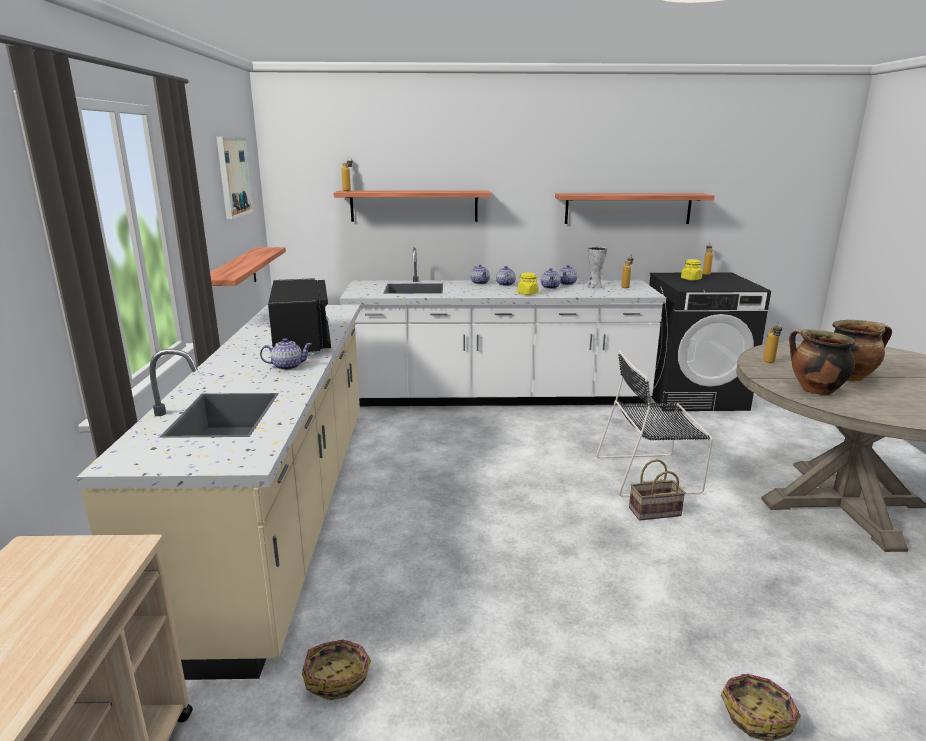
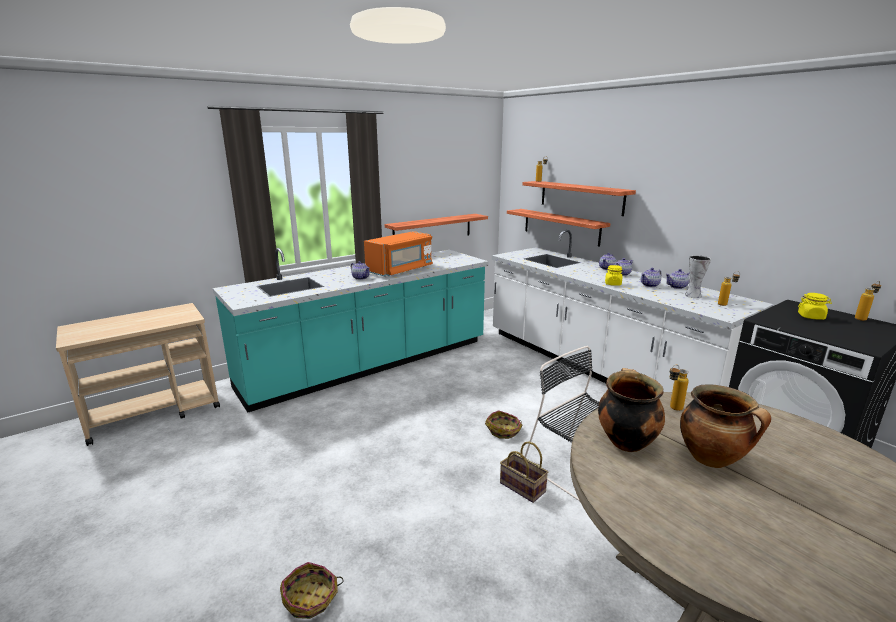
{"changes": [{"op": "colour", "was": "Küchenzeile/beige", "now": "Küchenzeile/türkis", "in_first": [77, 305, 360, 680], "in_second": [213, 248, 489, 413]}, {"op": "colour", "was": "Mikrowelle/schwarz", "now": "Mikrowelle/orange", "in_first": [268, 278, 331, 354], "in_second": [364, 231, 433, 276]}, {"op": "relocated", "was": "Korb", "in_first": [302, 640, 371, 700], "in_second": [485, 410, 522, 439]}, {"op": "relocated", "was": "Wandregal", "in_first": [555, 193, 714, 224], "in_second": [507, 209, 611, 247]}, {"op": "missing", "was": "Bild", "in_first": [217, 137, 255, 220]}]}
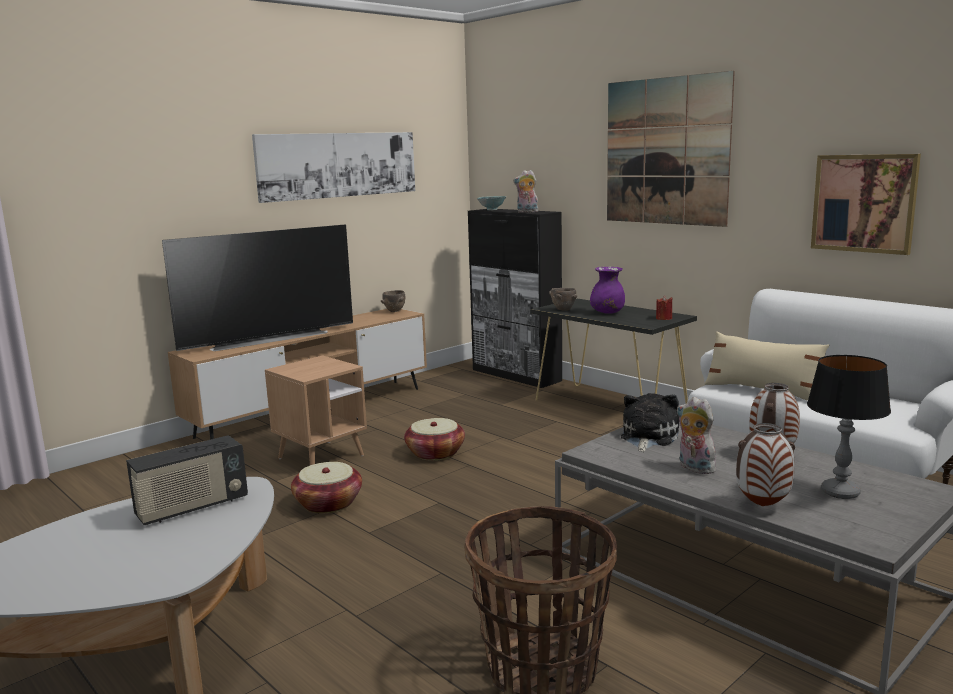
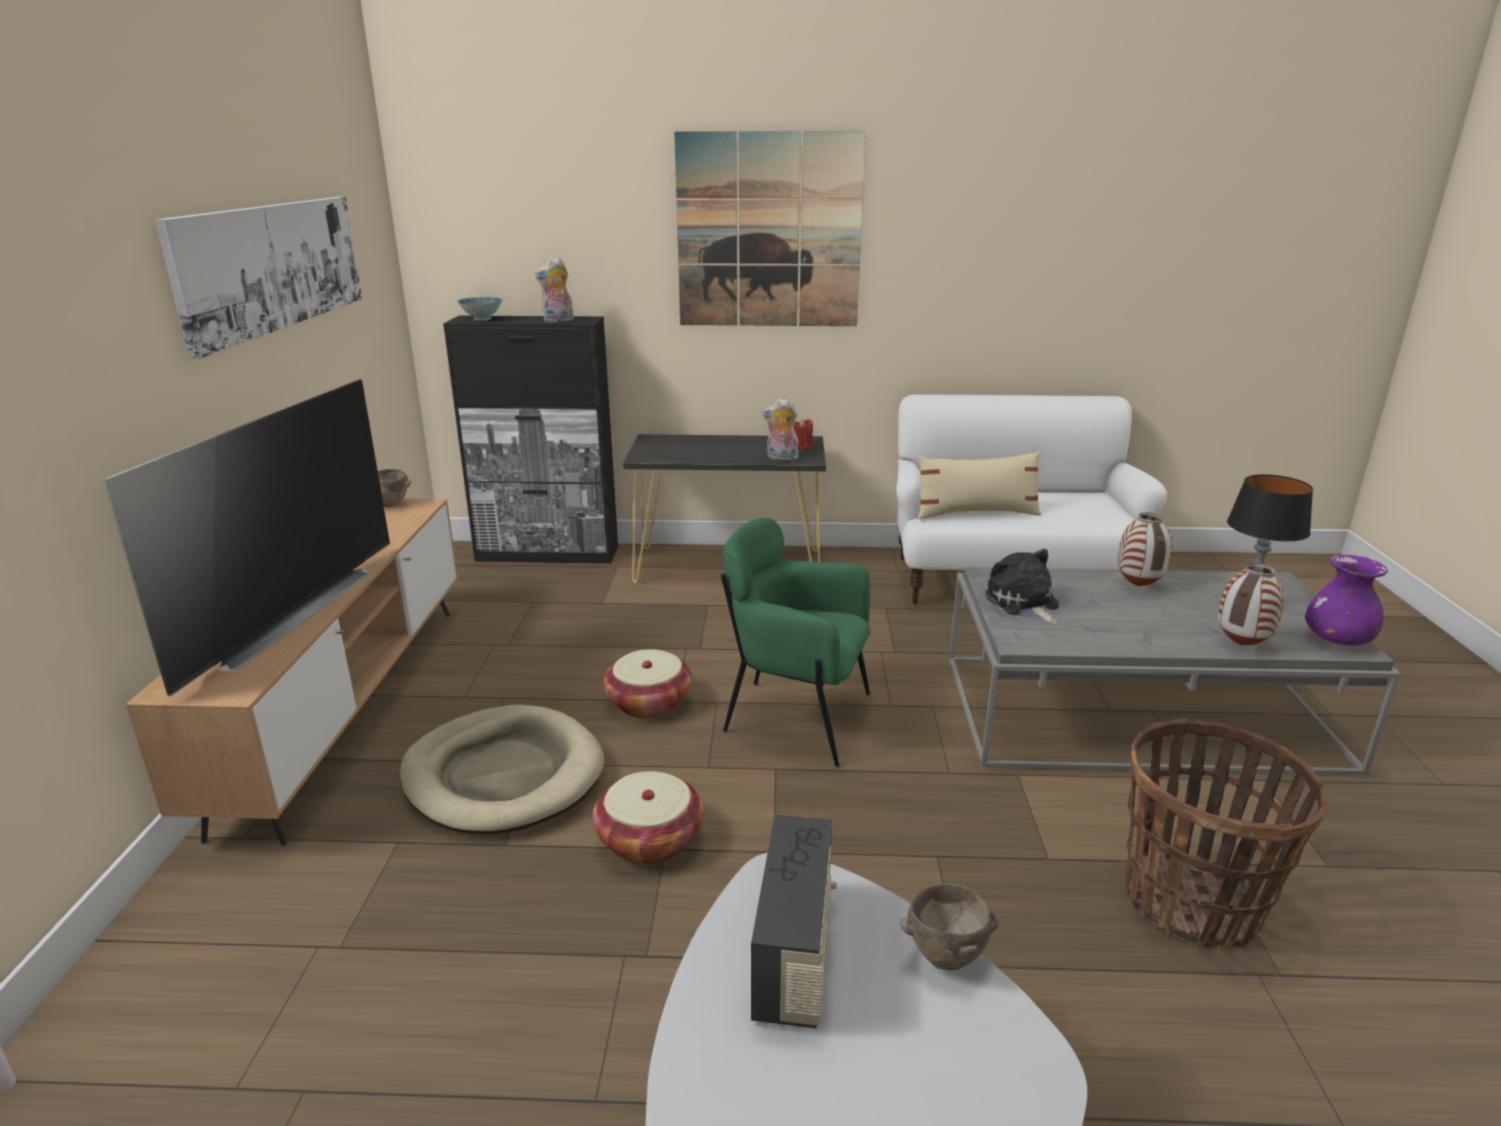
{"changes": [{"op": "exchanged", "was": "Beistelltisch/braun", "now": "Hundebett/beige", "in_first": [265, 355, 367, 465], "in_second": [400, 704, 604, 834]}, {"op": "appeared", "now": "Sessel/grün", "in_second": [721, 518, 871, 767]}, {"op": "relocated", "was": "Plüschtier", "in_first": [677, 397, 719, 474], "in_second": [762, 399, 798, 460]}, {"op": "relocated", "was": "Schüssel/braun", "in_first": [549, 288, 577, 311], "in_second": [900, 883, 999, 970]}, {"op": "relocated", "was": "Vase/lila", "in_first": [590, 267, 625, 314], "in_second": [1305, 555, 1388, 646]}, {"op": "missing", "was": "Bild", "in_first": [811, 154, 921, 255]}]}
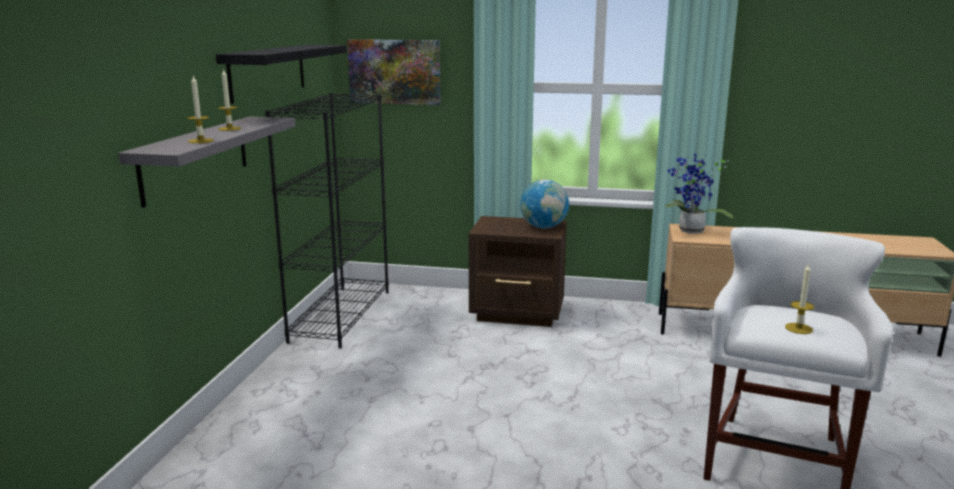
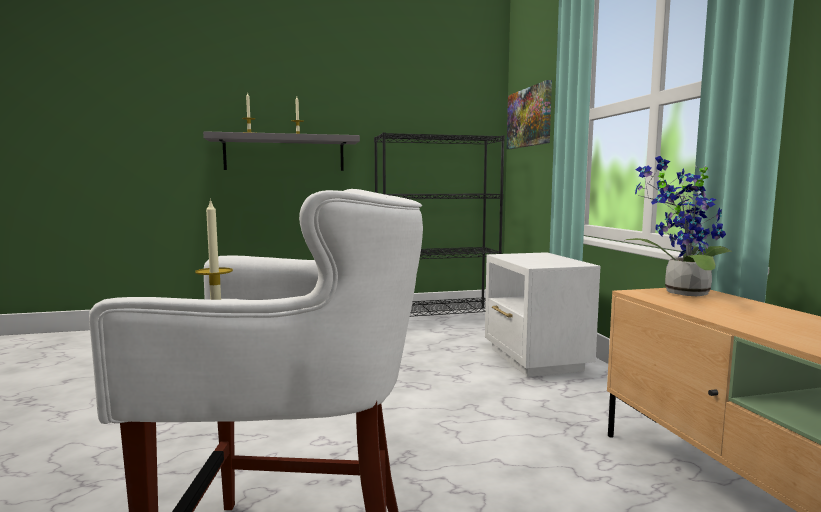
{"changes": [{"op": "colour", "was": "Nachttisch/braun", "now": "Nachttisch/weiß", "in_first": [469, 216, 567, 327], "in_second": [485, 252, 600, 377]}, {"op": "missing", "was": "Wandregal/schwarz", "in_first": [216, 45, 347, 104]}, {"op": "missing", "was": "Globus", "in_first": [520, 180, 569, 228]}]}
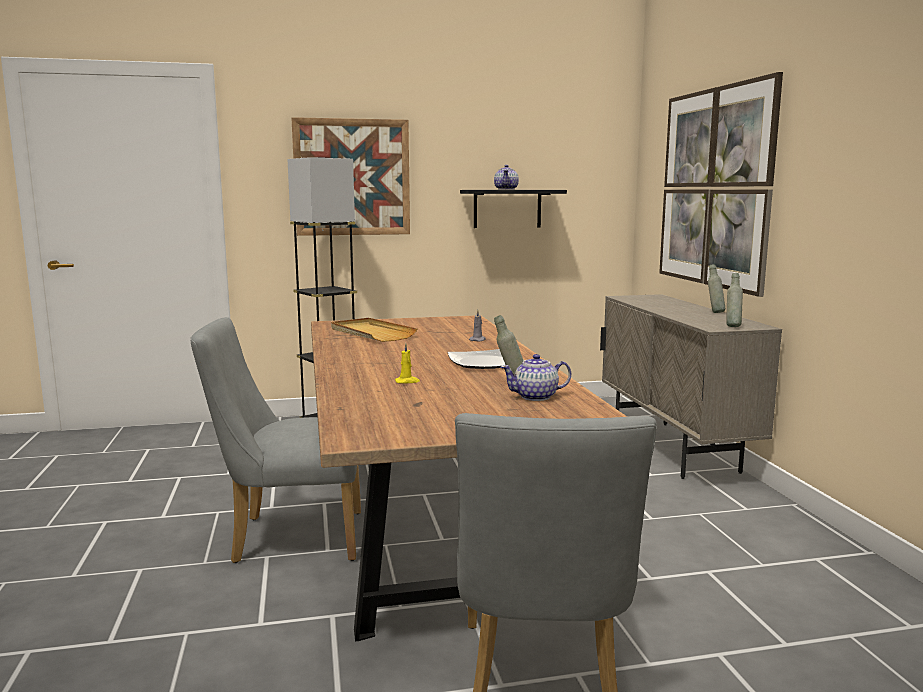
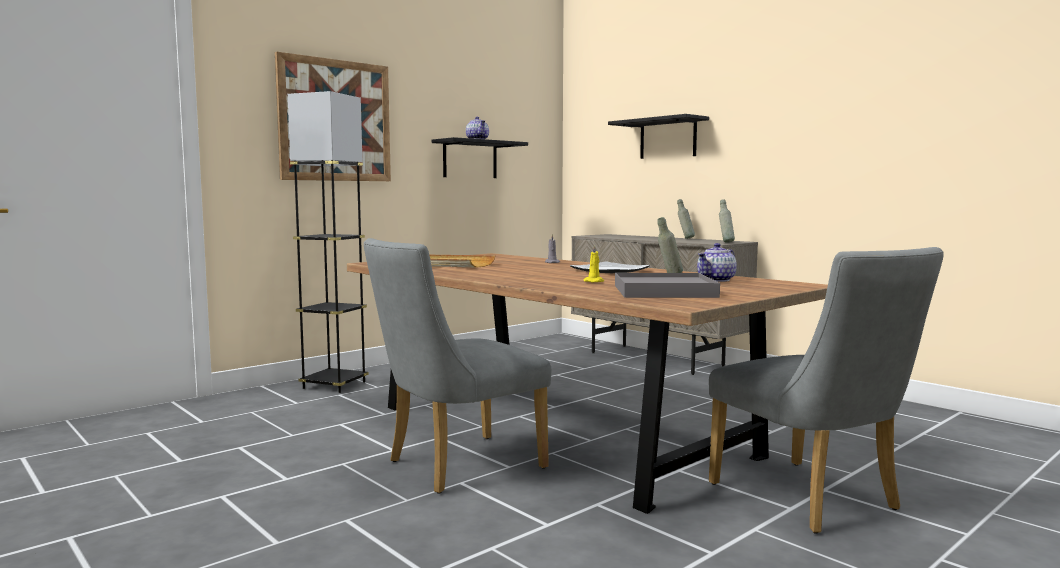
{"changes": [{"op": "exchanged", "was": "Bild", "now": "Wandregal/schwarz", "in_first": [659, 72, 783, 297], "in_second": [608, 114, 709, 159]}, {"op": "appeared", "now": "Tablett/grau", "in_second": [615, 273, 720, 298]}]}
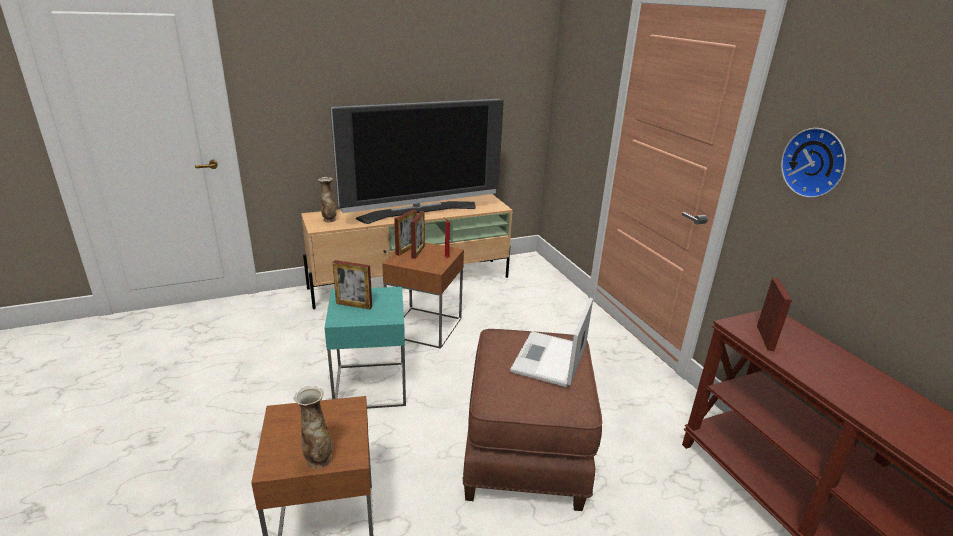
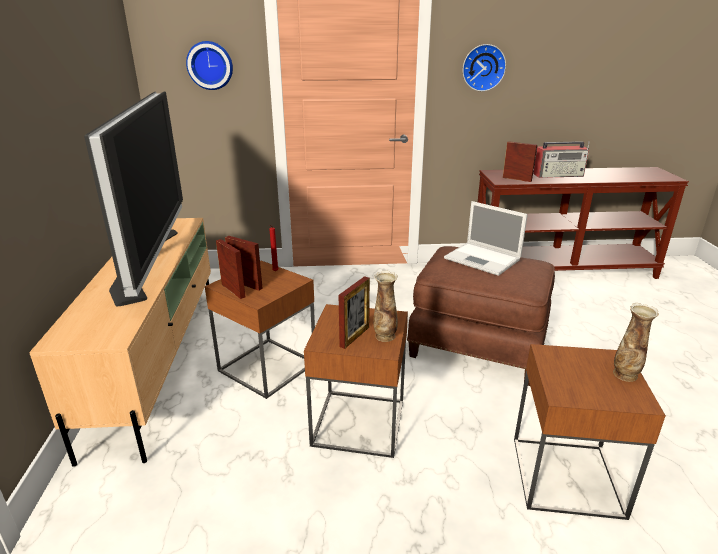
{"changes": [{"op": "appeared", "now": "Wanduhr", "in_second": [186, 41, 233, 90]}, {"op": "colour", "was": "Beistelltisch/türkis", "now": "Beistelltisch/braun", "in_first": [325, 287, 406, 409], "in_second": [304, 304, 408, 458]}, {"op": "relocated", "was": "Vase", "in_first": [318, 177, 337, 222], "in_second": [373, 270, 398, 342]}, {"op": "appeared", "now": "Radio", "in_second": [533, 141, 590, 178]}]}
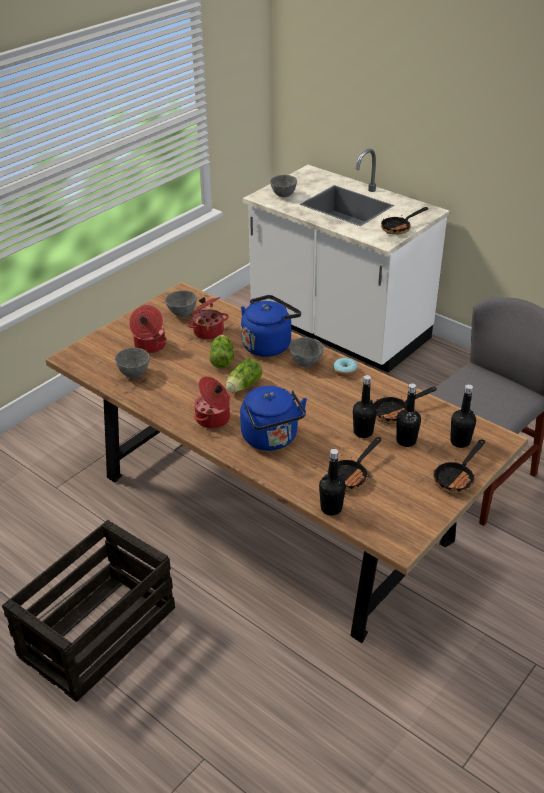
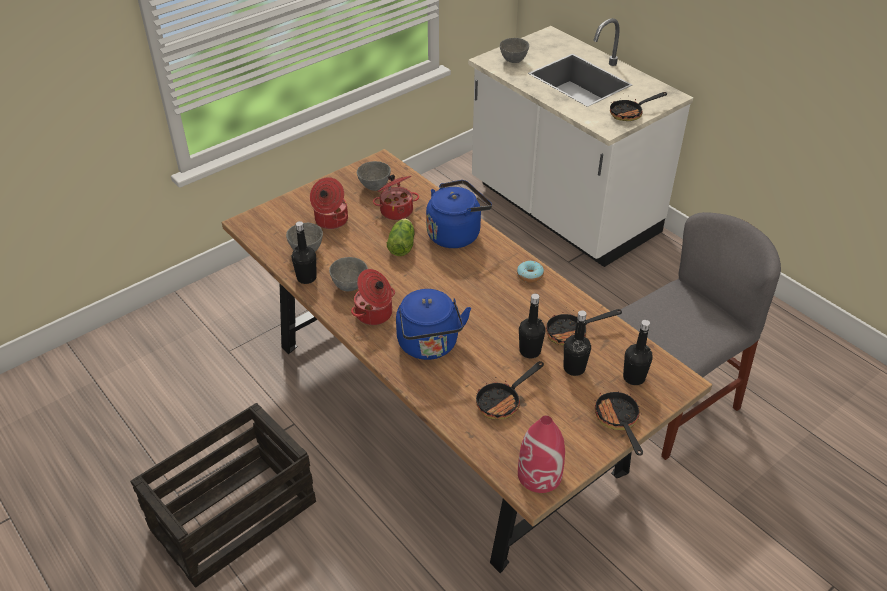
{"changes": [{"op": "relocated", "was": "Flasche/schwarz", "in_first": [319, 449, 346, 515], "in_second": [291, 221, 317, 284]}, {"op": "relocated", "was": "Schüssel/grau", "in_first": [289, 337, 324, 367], "in_second": [329, 257, 368, 291]}, {"op": "appeared", "now": "Vase/rot", "in_second": [518, 416, 565, 493]}, {"op": "spun", "was": "Pfanne", "in_first": [433, 439, 485, 494], "in_second": [594, 391, 643, 456], "clockwise": 120}, {"op": "missing", "was": "Salatkopf", "in_first": [226, 359, 262, 392]}]}
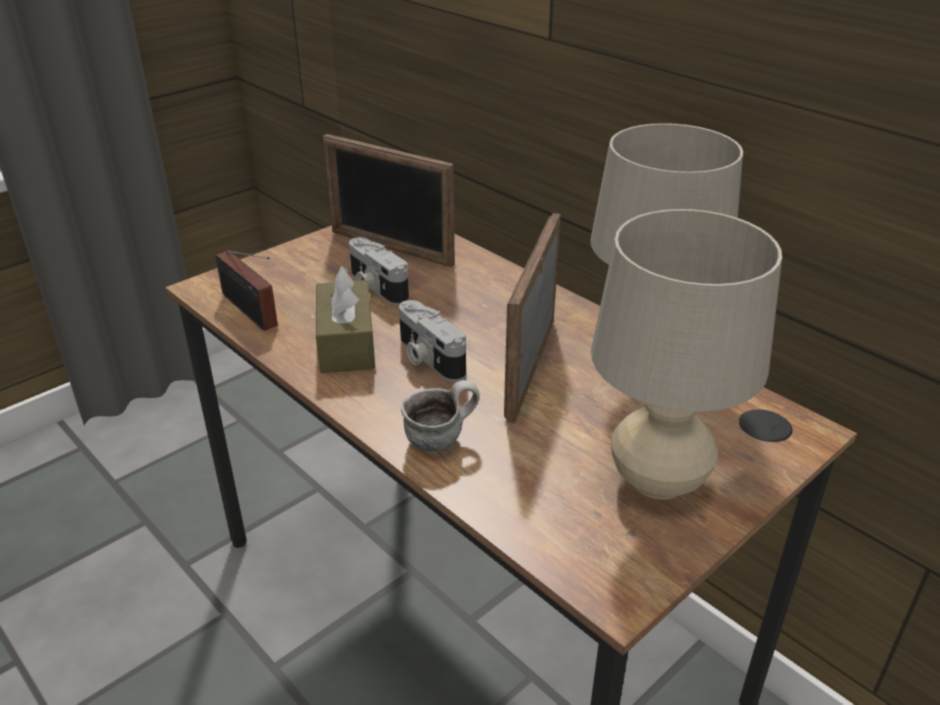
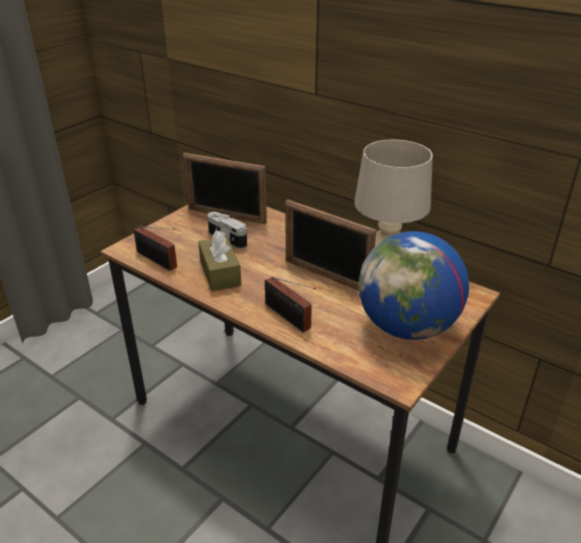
{"changes": [{"op": "exchanged", "was": "Henkelbecher", "now": "Radio", "in_first": [401, 380, 480, 451], "in_second": [265, 277, 316, 332]}, {"op": "spun", "was": "Bilderrahmen", "in_first": [504, 213, 561, 424], "in_second": [285, 199, 376, 290], "clockwise": -60}, {"op": "exchanged", "was": "Tischlampe/beige", "now": "Globus", "in_first": [591, 209, 782, 500], "in_second": [358, 231, 469, 340]}, {"op": "missing", "was": "Kamera", "in_first": [399, 300, 466, 382]}]}
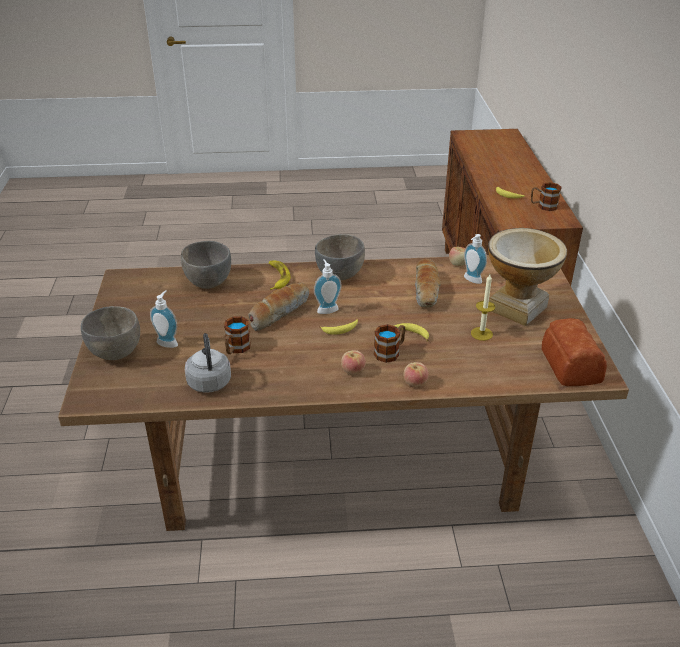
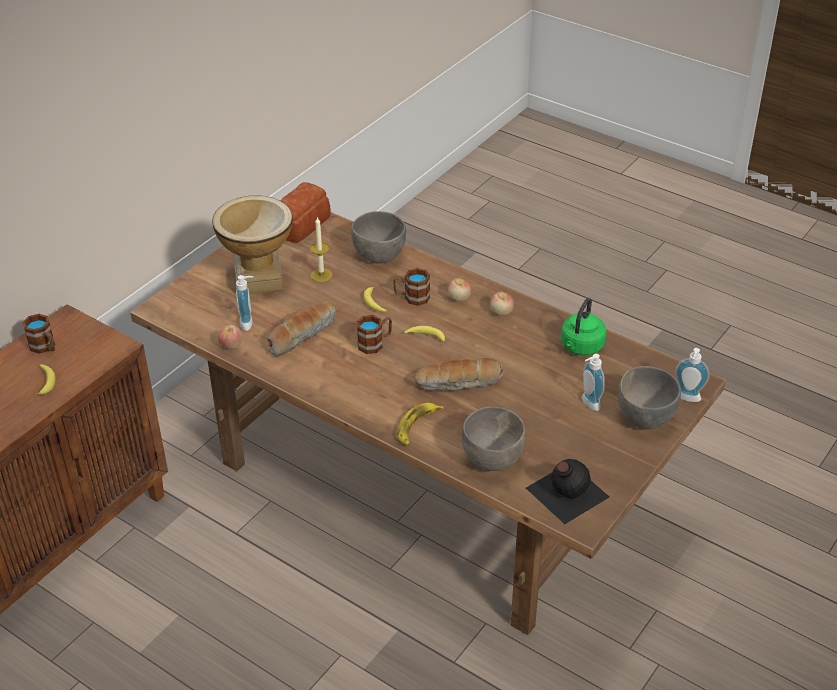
{"changes": [{"op": "relocated", "was": "Schüssel/grau", "in_first": [315, 234, 365, 280], "in_second": [351, 211, 406, 263]}, {"op": "relocated", "was": "Henkelbecher", "in_first": [224, 316, 251, 354], "in_second": [357, 315, 392, 354]}, {"op": "relocated", "was": "Apfel", "in_first": [404, 362, 429, 387], "in_second": [490, 292, 514, 316]}, {"op": "appeared", "now": "Flasche/schwarz", "in_second": [526, 459, 609, 524]}, {"op": "colour", "was": "Wasserkessel/grau", "now": "Wasserkessel/grün", "in_first": [185, 333, 231, 393], "in_second": [561, 298, 606, 355]}, {"op": "relocated", "was": "Seifenspender", "in_first": [314, 259, 342, 314], "in_second": [675, 348, 710, 402]}]}
